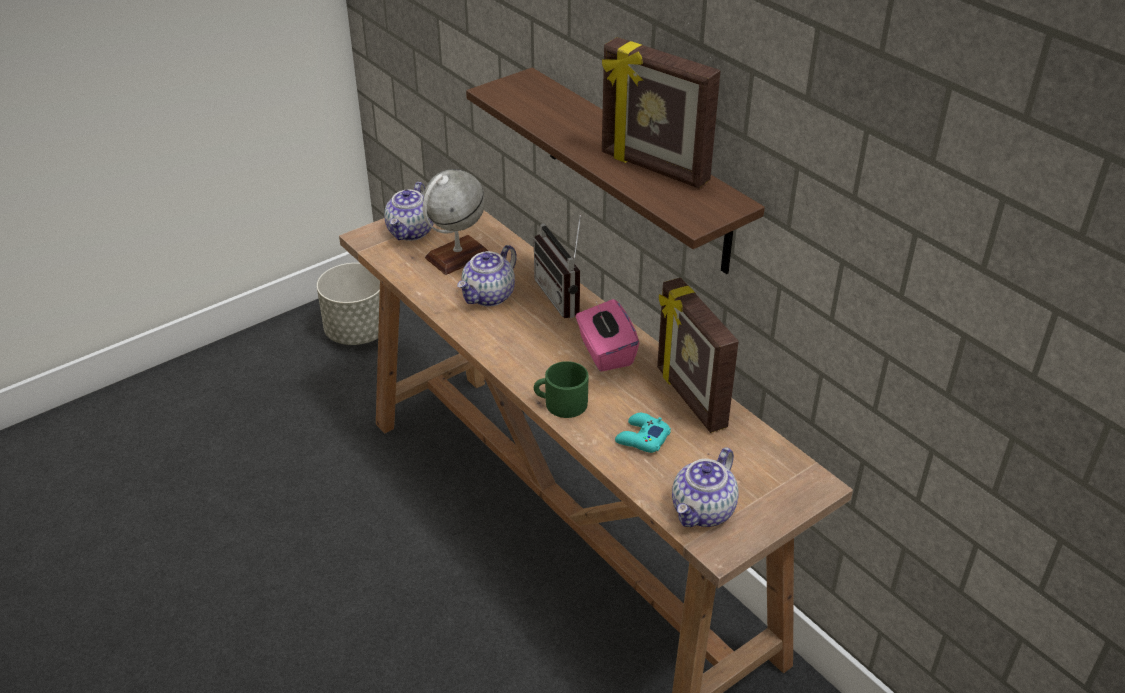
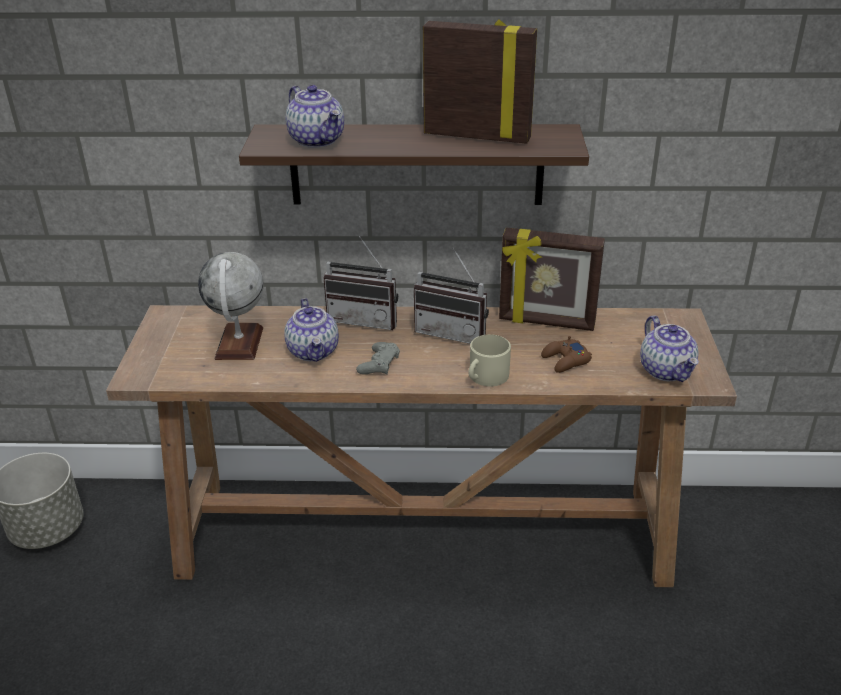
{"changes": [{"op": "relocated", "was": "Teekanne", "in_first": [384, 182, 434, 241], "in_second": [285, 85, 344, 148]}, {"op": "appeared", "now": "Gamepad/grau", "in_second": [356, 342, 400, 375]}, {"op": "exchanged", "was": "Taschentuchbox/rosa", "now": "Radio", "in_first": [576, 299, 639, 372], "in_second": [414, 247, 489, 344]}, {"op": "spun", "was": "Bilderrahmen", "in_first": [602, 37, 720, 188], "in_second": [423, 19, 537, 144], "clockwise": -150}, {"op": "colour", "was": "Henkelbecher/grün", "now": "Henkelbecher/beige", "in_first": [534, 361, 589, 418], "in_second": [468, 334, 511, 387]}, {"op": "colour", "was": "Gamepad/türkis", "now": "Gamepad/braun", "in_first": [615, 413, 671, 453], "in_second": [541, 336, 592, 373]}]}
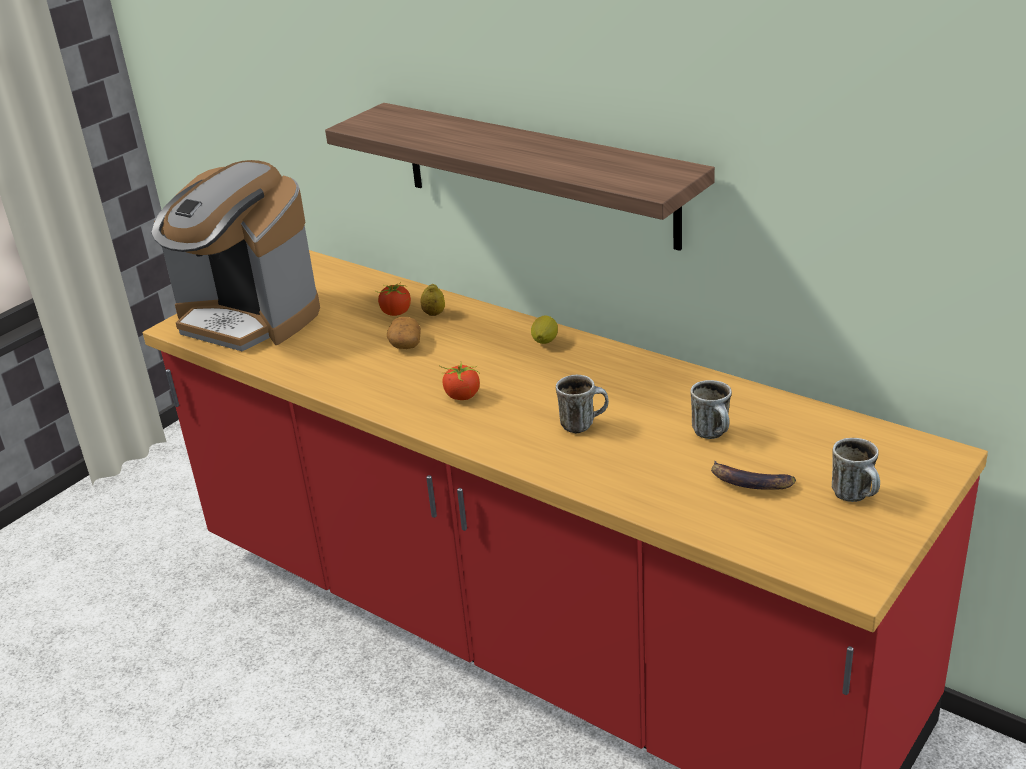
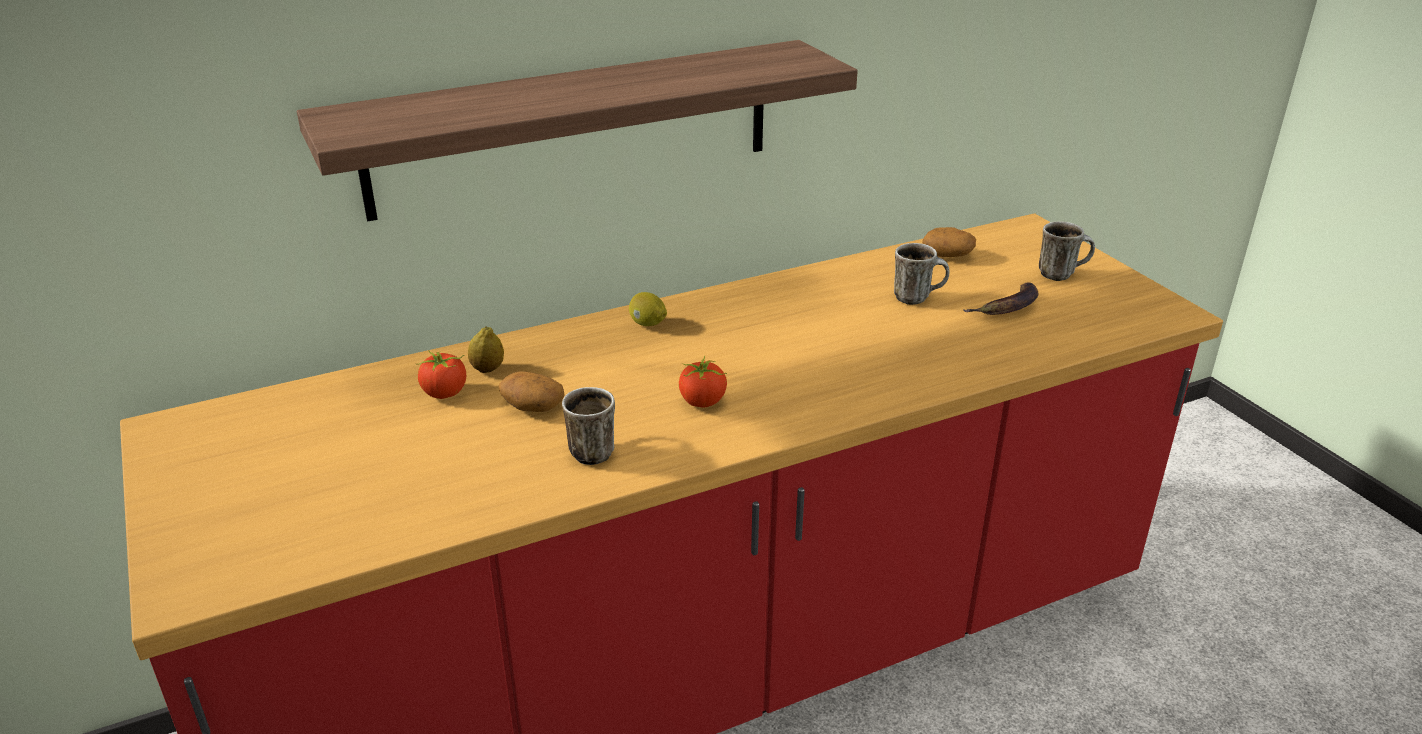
{"changes": [{"op": "relocated", "was": "Henkelbecher", "in_first": [556, 375, 609, 433], "in_second": [562, 387, 615, 465]}, {"op": "appeared", "now": "Kartoffel", "in_second": [922, 227, 976, 257]}, {"op": "missing", "was": "Kaffeemaschine", "in_first": [151, 160, 320, 351]}]}
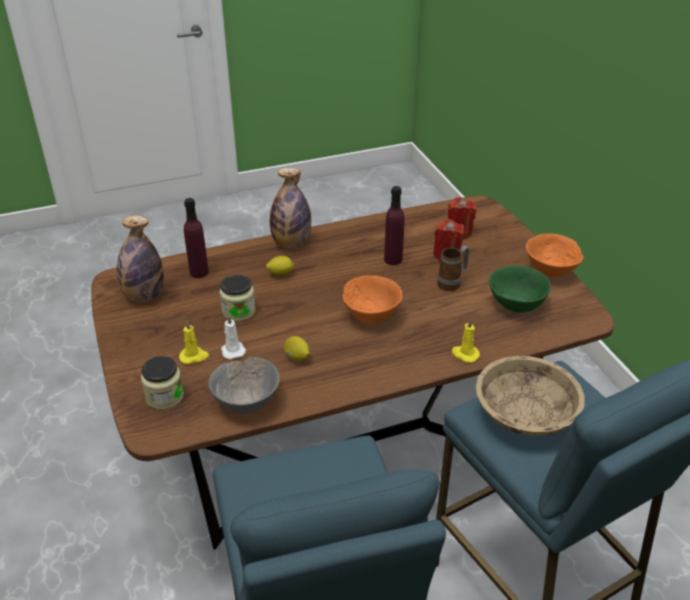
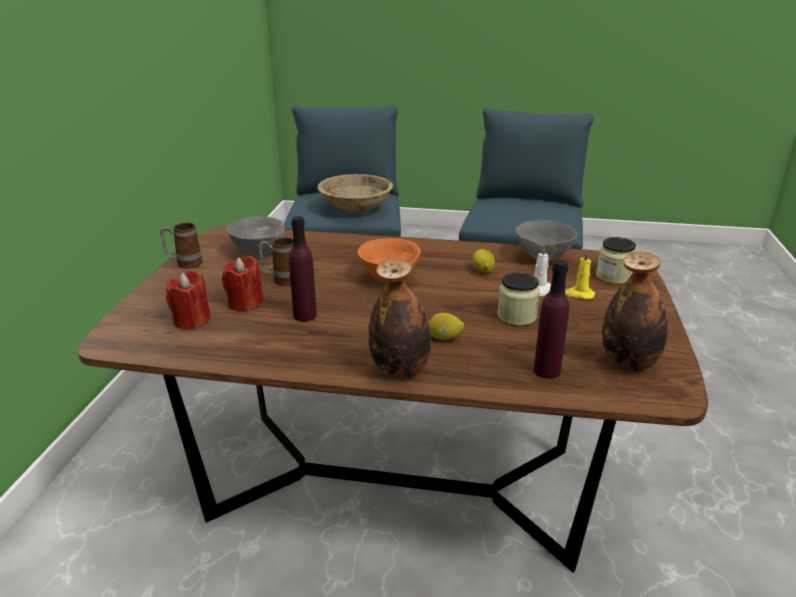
{"changes": [{"op": "exchanged", "was": "Schüssel/orange", "now": "Henkelbecher", "in_first": [526, 234, 584, 277], "in_second": [160, 223, 203, 269]}, {"op": "colour", "was": "Schüssel/grün", "now": "Schüssel/grau", "in_first": [489, 265, 551, 313], "in_second": [226, 216, 285, 256]}, {"op": "missing", "was": "Kerze/gelb", "in_first": [452, 318, 480, 363]}]}
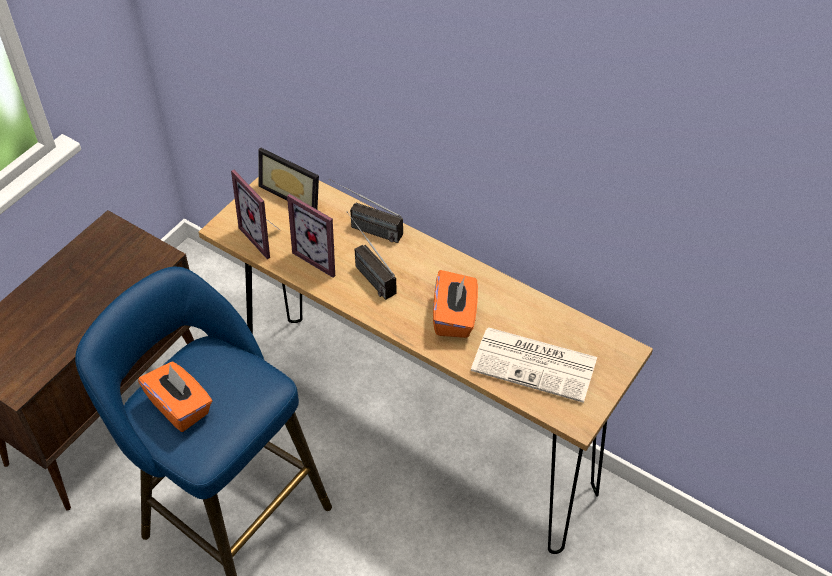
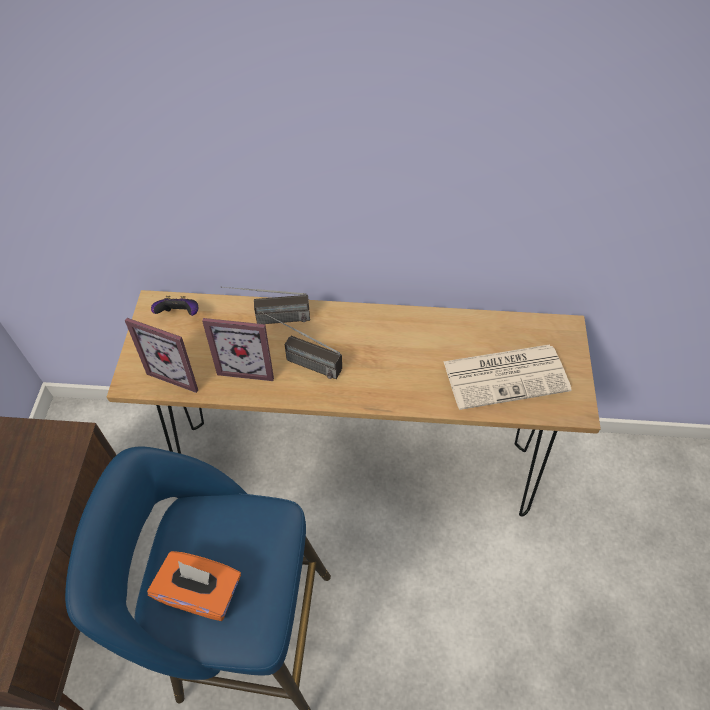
{"changes": [{"op": "exchanged", "was": "Bilderrahmen", "now": "Gamepad", "in_first": [258, 147, 319, 209], "in_second": [151, 296, 198, 316]}, {"op": "missing", "was": "Taschentuchbox/orange", "in_first": [433, 270, 478, 338]}]}
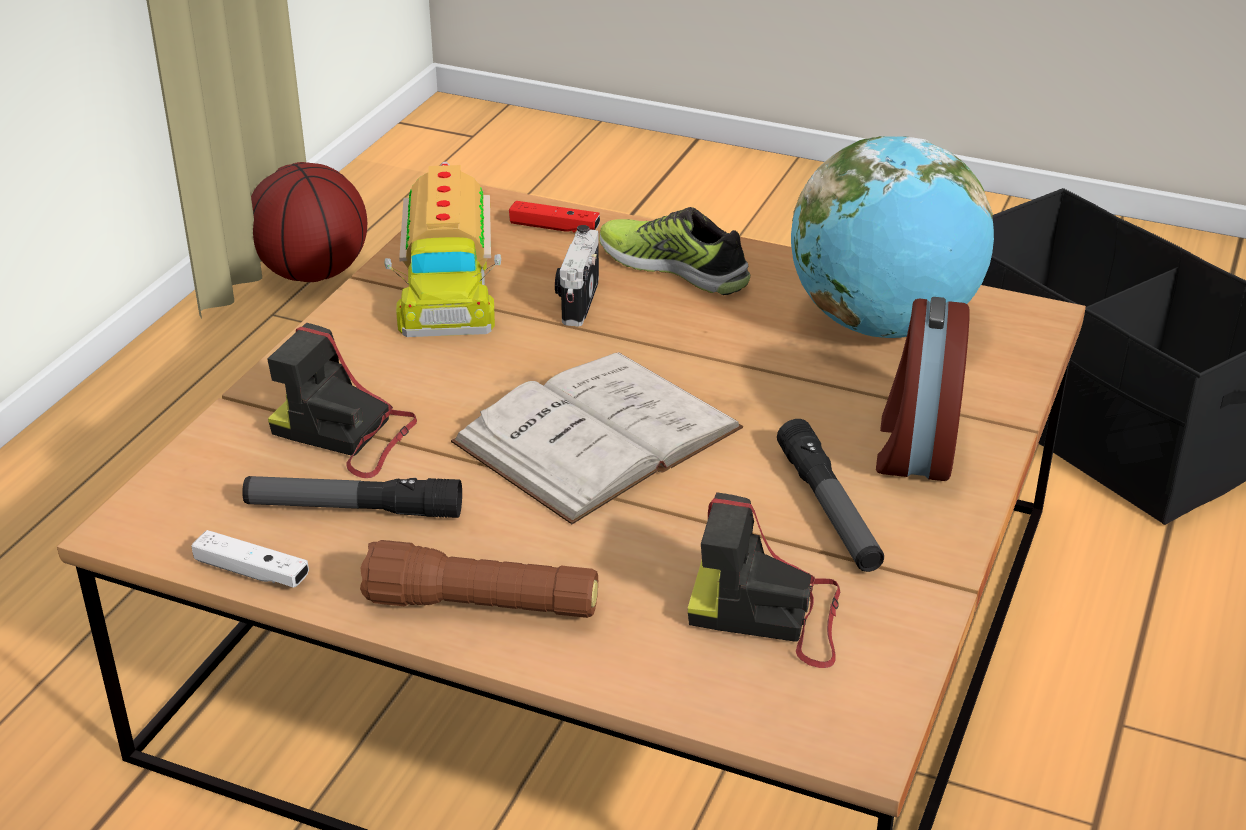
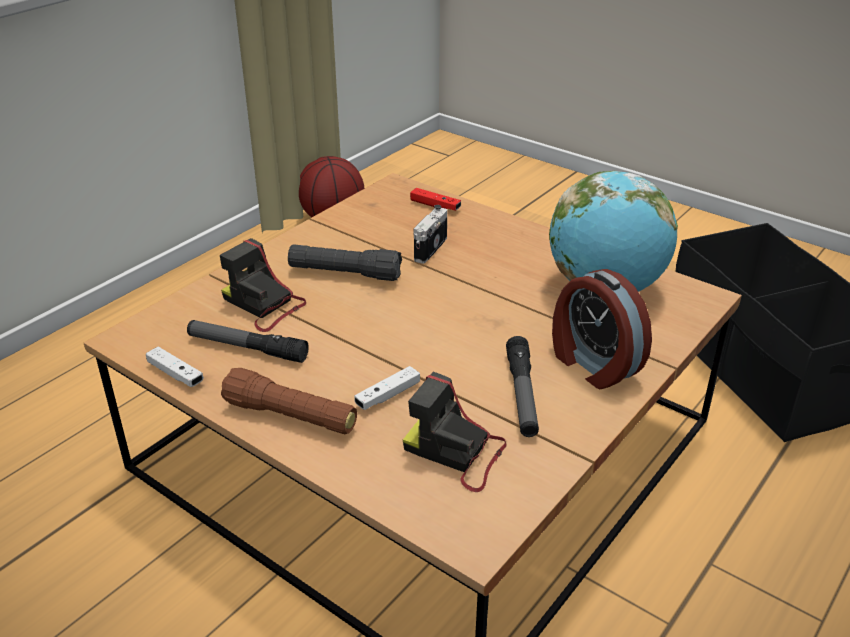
{"changes": [{"op": "appeared", "now": "Taschenlampe/schwarz", "in_second": [288, 244, 402, 281]}, {"op": "appeared", "now": "Gamepad/weiß", "in_second": [354, 366, 420, 410]}, {"op": "spun", "was": "Wecker", "in_first": [876, 297, 970, 481], "in_second": [552, 269, 652, 389], "clockwise": -60}, {"op": "missing", "was": "Spielzeuglaster", "in_first": [384, 162, 501, 337]}, {"op": "missing", "was": "Buch/weiß", "in_first": [451, 352, 743, 524]}, {"op": "missing", "was": "Schuh", "in_first": [599, 207, 750, 295]}]}
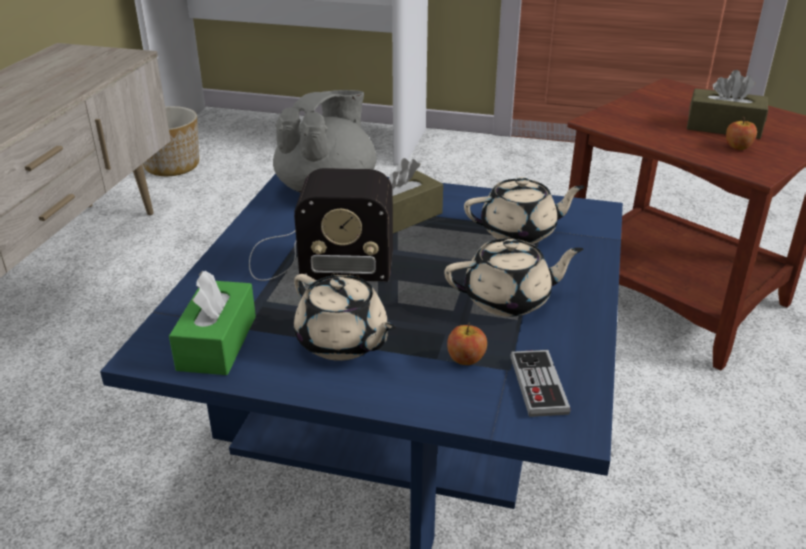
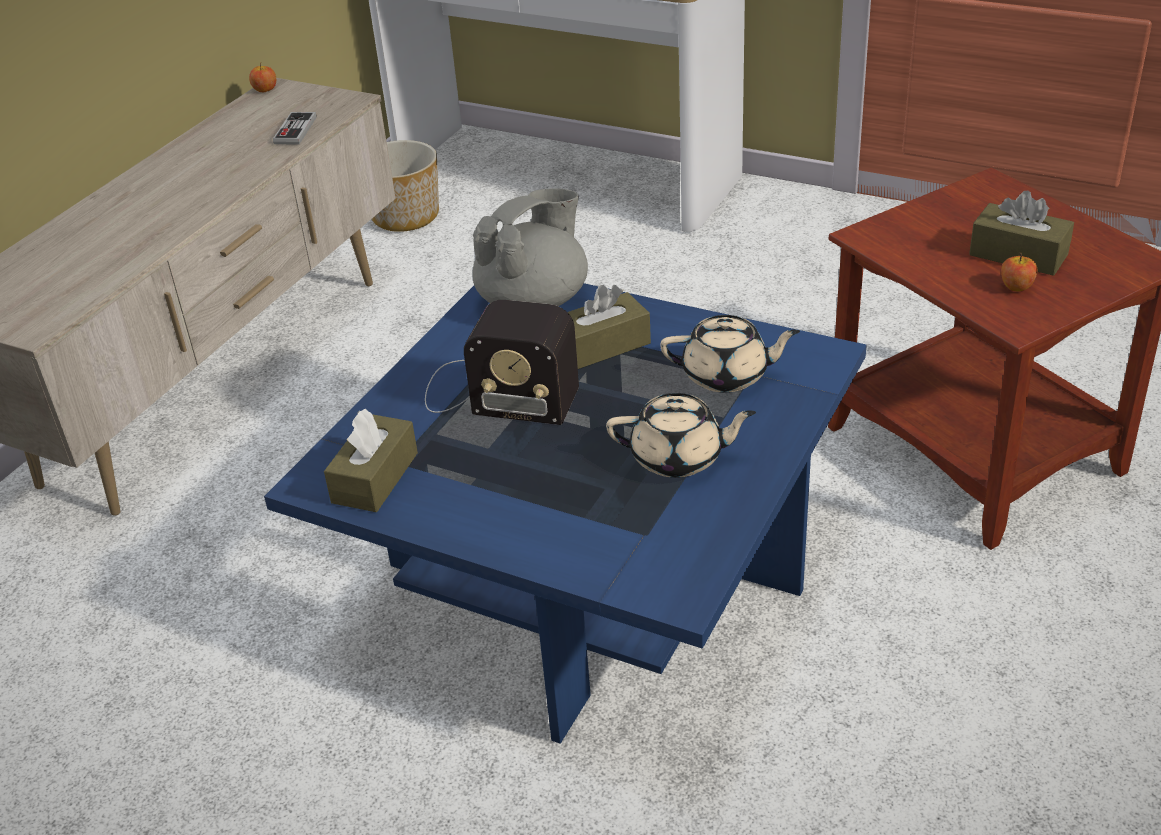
{"changes": [{"op": "relocated", "was": "Apfel", "in_first": [447, 322, 487, 365], "in_second": [249, 63, 276, 92]}, {"op": "relocated", "was": "Gamepad", "in_first": [511, 350, 570, 417], "in_second": [273, 112, 317, 144]}, {"op": "colour", "was": "Taschentuchbox/grün", "now": "Taschentuchbox/braun", "in_first": [169, 271, 256, 375], "in_second": [324, 409, 418, 512]}, {"op": "missing", "was": "Teekanne/beige", "in_first": [294, 274, 397, 360]}]}
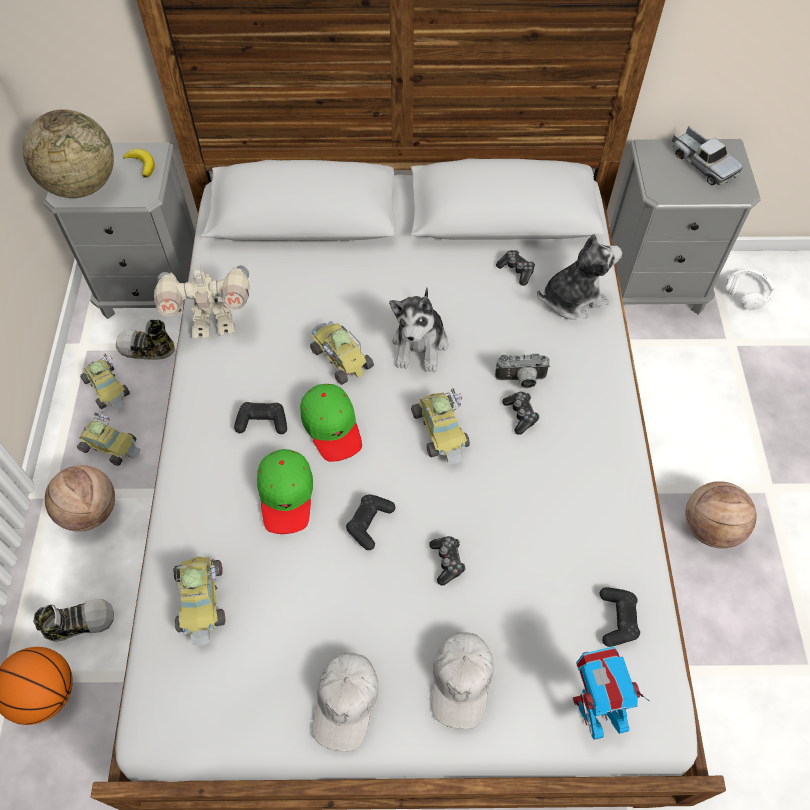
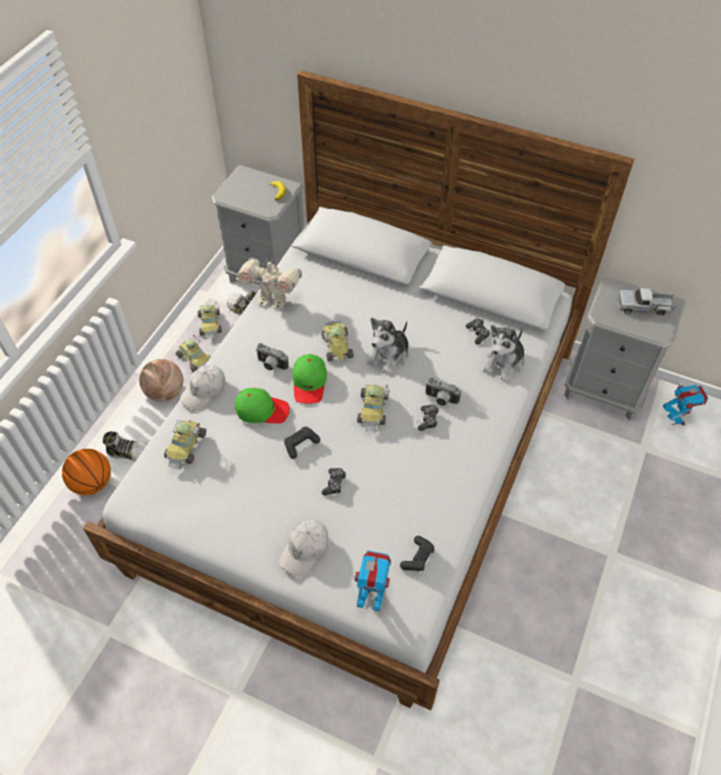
{"changes": [{"op": "relocated", "was": "Kappe/weiß", "in_first": [312, 653, 378, 751], "in_second": [180, 365, 225, 411]}, {"op": "spun", "was": "Kappe/grün", "in_first": [257, 449, 313, 534], "in_second": [235, 388, 290, 424], "clockwise": -105}, {"op": "exchanged", "was": "Gamepad/schwarz", "now": "Kamera", "in_first": [234, 402, 287, 434], "in_second": [256, 343, 289, 371]}, {"op": "spun", "was": "Plüschtier", "in_first": [537, 234, 622, 320], "in_second": [483, 325, 525, 383], "clockwise": 120}, {"op": "spun", "was": "Spielzeuglaster", "in_first": [672, 126, 743, 185], "in_second": [618, 288, 676, 315], "clockwise": 105}, {"op": "exchanged", "was": "Kopfhörer/weiß", "now": "Spielzeugroboter", "in_first": [724, 269, 775, 310], "in_second": [663, 381, 708, 425]}, {"op": "missing", "was": "Globus", "in_first": [23, 109, 114, 198]}, {"op": "missing", "was": "Basketball", "in_first": [685, 481, 757, 549]}]}
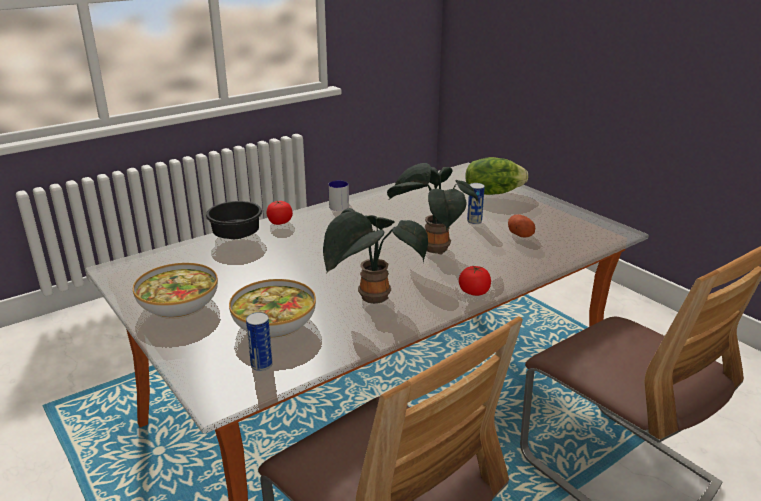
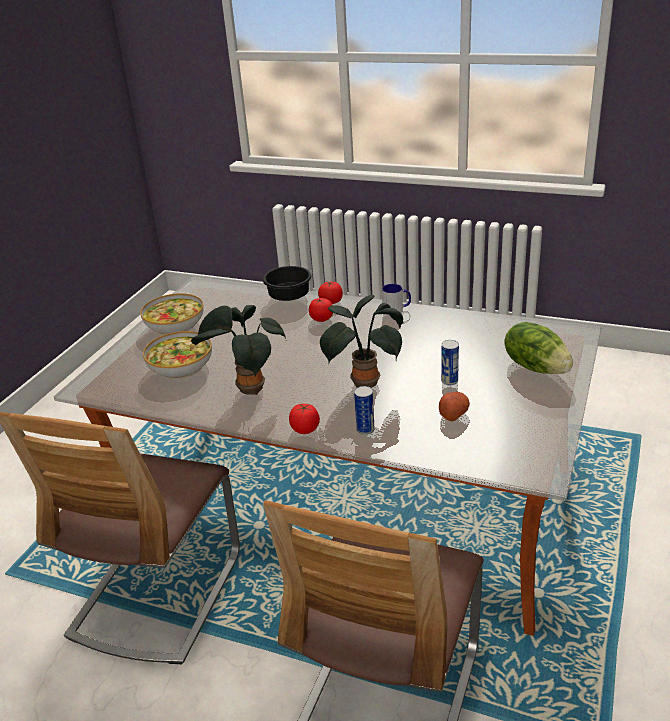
{"changes": [{"op": "appeared", "now": "Tomate", "in_second": [309, 298, 333, 322]}, {"op": "relocated", "was": "Dose", "in_first": [246, 312, 273, 371], "in_second": [354, 386, 375, 435]}]}
